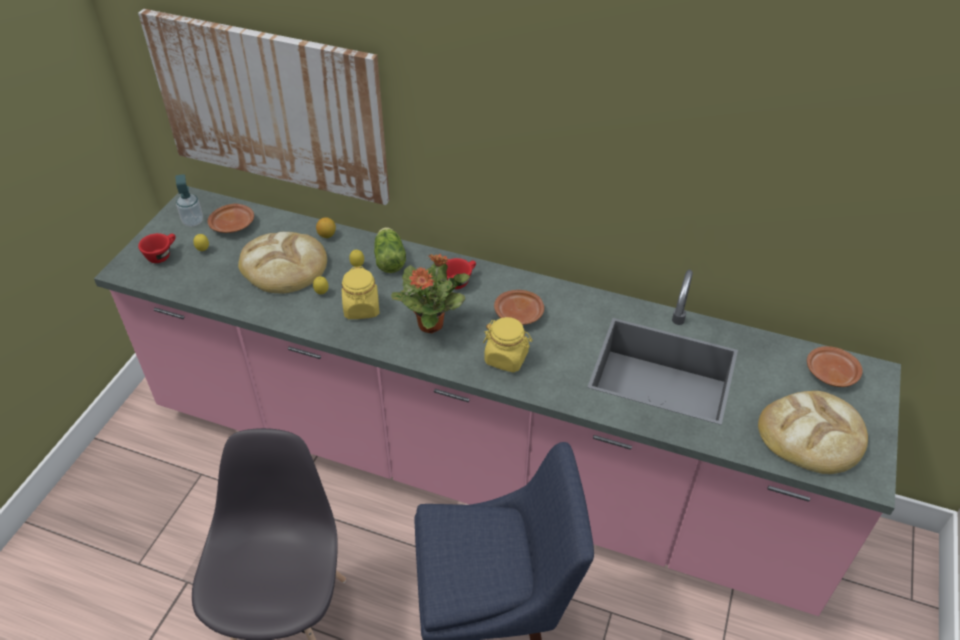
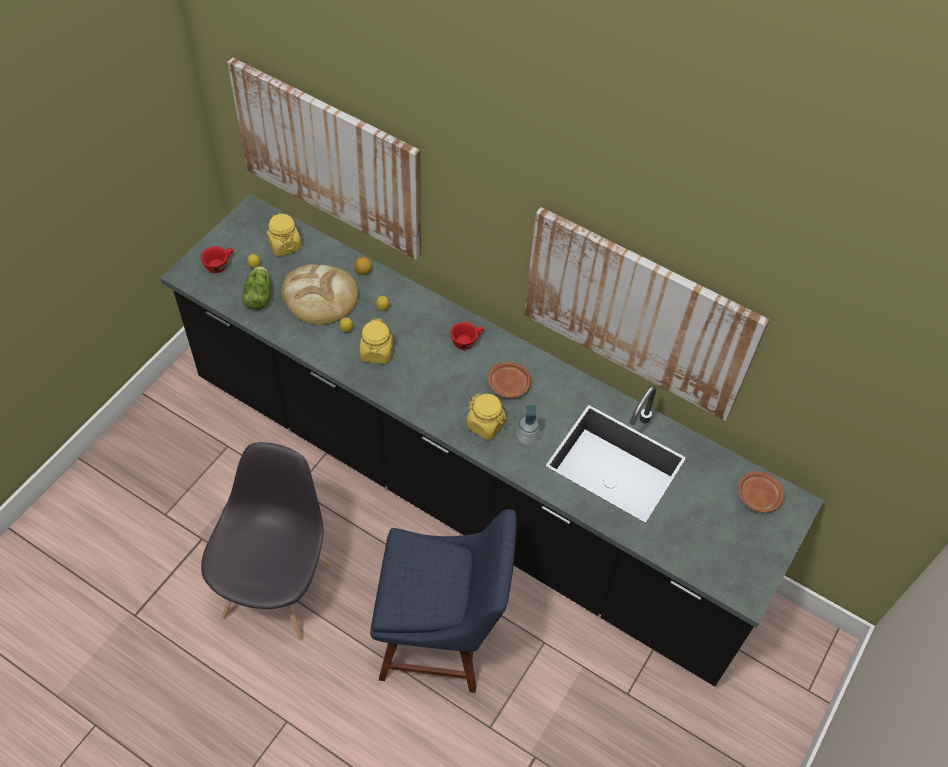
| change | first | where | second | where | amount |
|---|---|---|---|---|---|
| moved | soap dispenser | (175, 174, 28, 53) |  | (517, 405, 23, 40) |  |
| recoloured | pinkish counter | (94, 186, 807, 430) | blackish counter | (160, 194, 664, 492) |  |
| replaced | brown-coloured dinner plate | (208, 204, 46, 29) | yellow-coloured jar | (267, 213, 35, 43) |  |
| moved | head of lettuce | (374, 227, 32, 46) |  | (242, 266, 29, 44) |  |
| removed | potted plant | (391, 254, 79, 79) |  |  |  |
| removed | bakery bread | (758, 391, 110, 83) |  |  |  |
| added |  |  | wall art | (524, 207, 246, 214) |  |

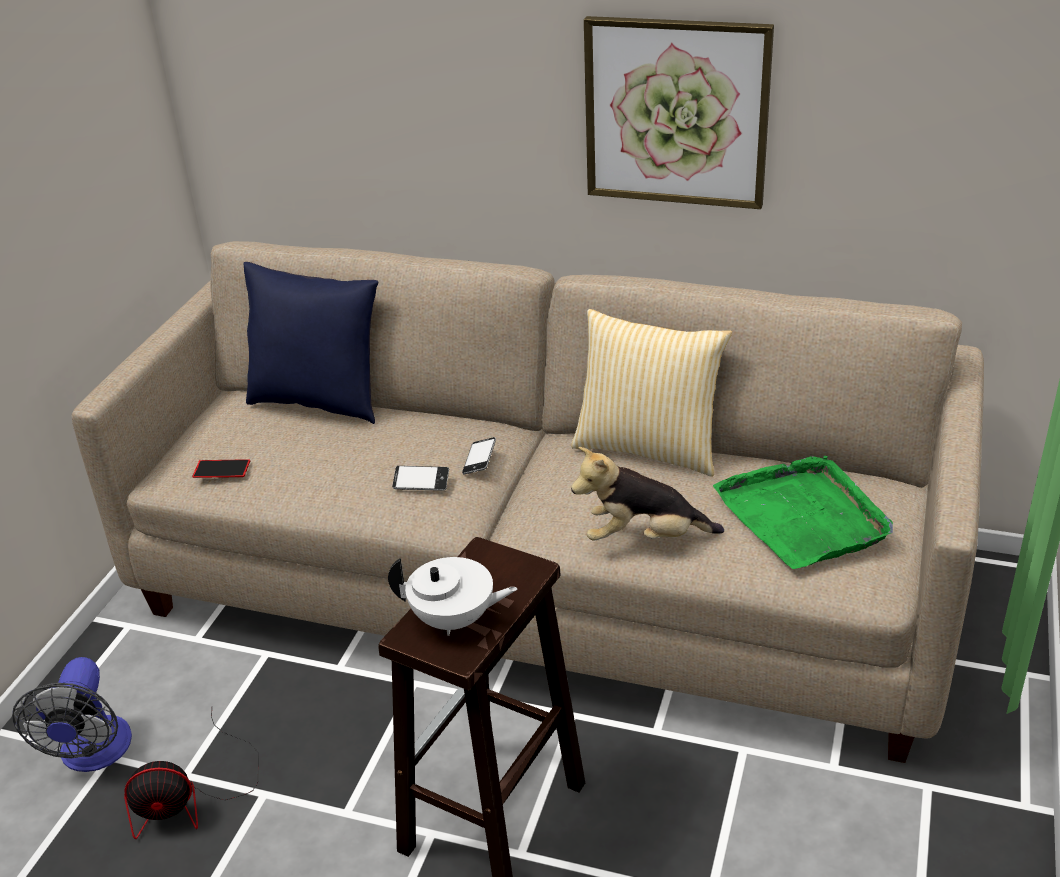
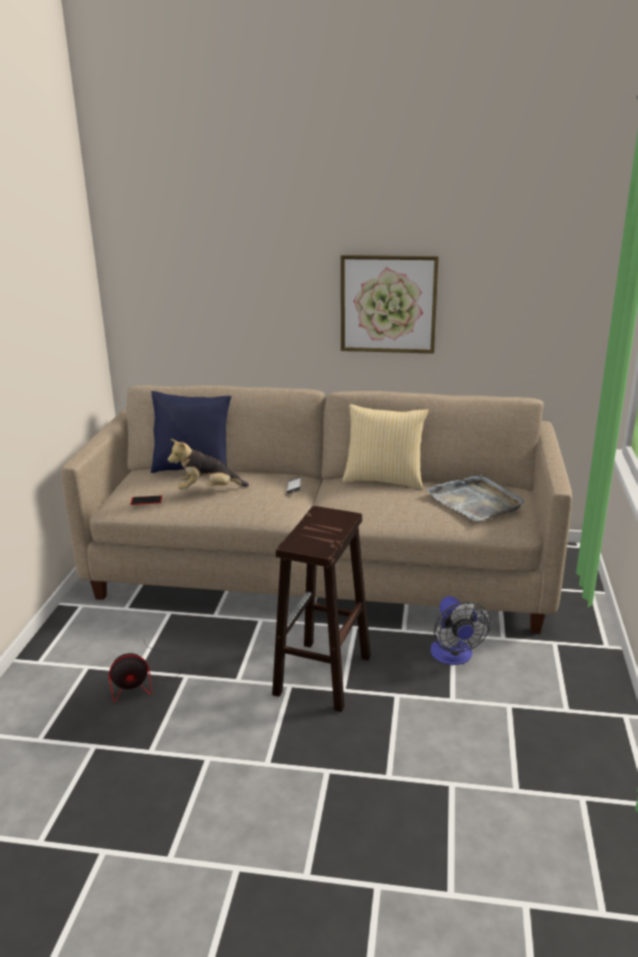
| change | first | where | second | where | amount |
|---|---|---|---|---|---|
| moved | soft toy | (571, 447, 153, 94) |  | (168, 439, 81, 50) |  |
| recoloured | green-coloured serving tray | (713, 456, 180, 113) | greyish serving tray | (426, 475, 98, 47) |  |
| removed | handset | (392, 466, 57, 25) |  |  |  |
| removed | white-coloured tea pot | (388, 557, 129, 79) |  |  |  |
| moved | fan | (12, 657, 120, 115) |  | (430, 596, 61, 69) |  |

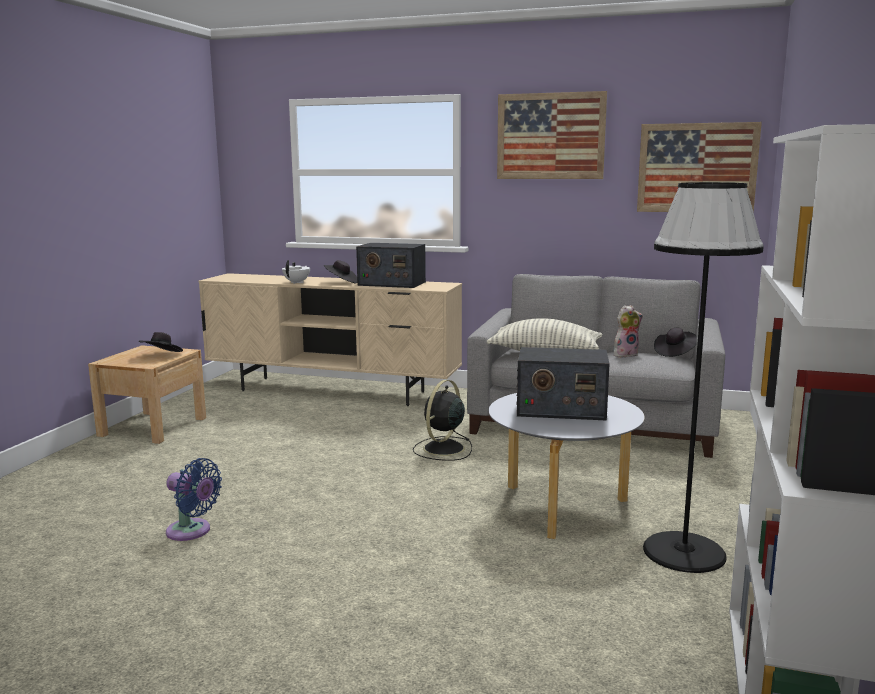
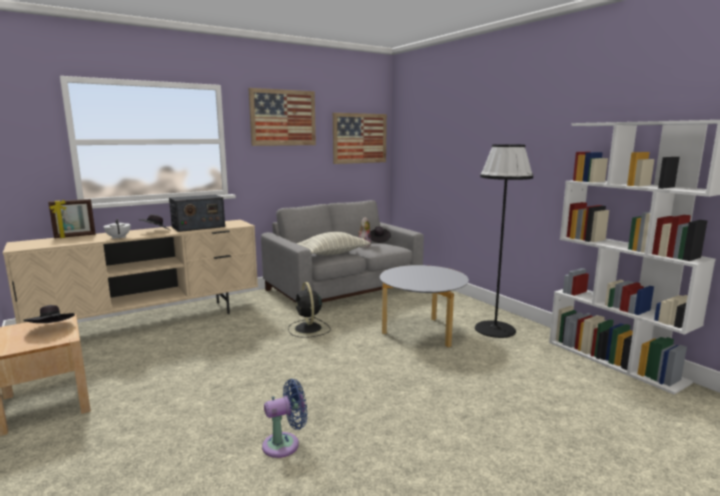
| change | first | where | second | where | amount |
|---|---|---|---|---|---|
| removed | radio set | (516, 347, 94, 74) |  |  |  |
| added |  |  | standing frame | (48, 199, 48, 39) |  |

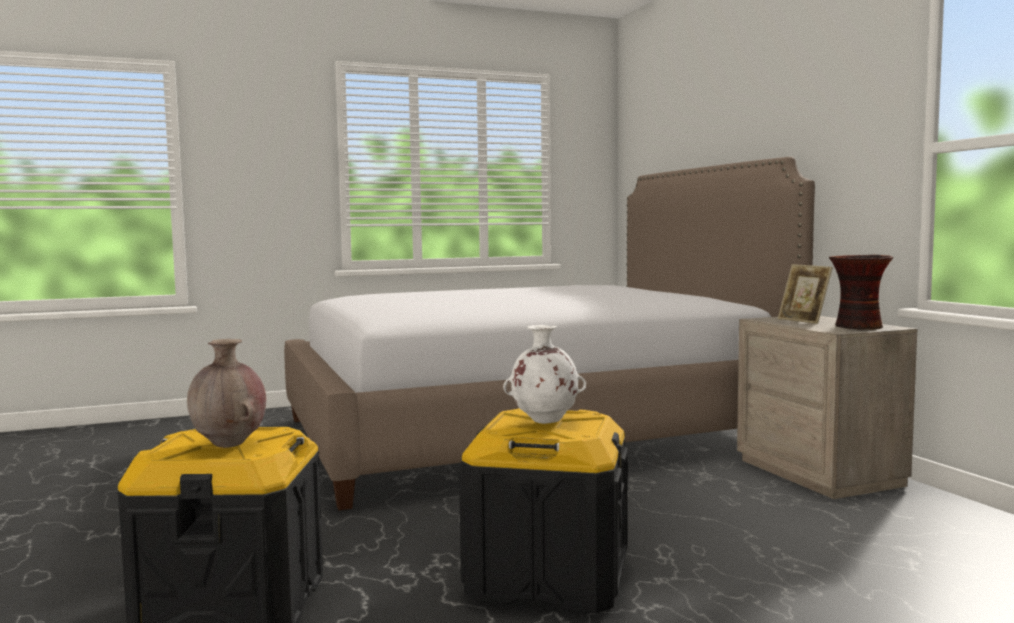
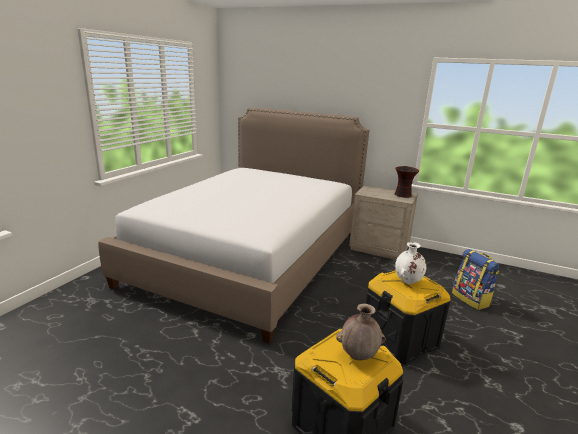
| change | first | where | second | where | amount |
|---|---|---|---|---|---|
| removed | standing frame | (778, 264, 55, 60) |  |  |  |
| added |  |  | knapsack | (452, 249, 47, 61) |  |

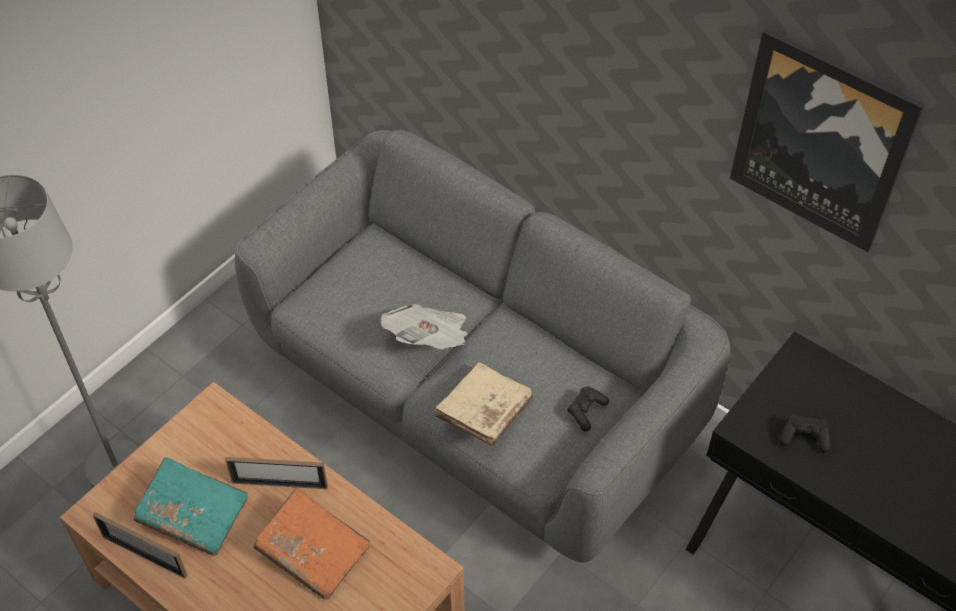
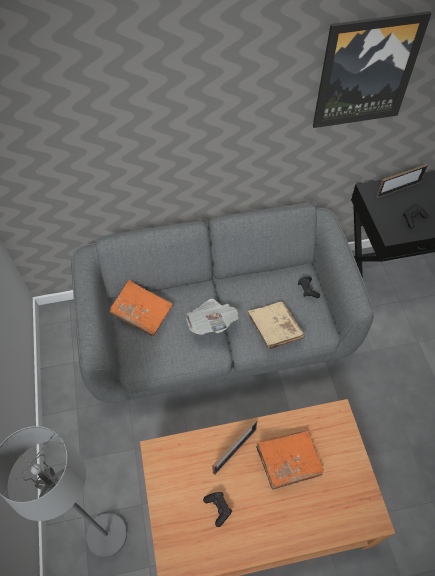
| change | first | where | second | where | amount |
|---|---|---|---|---|---|
| replaced | blue-green bound book | (134, 457, 114, 99) | blackish gamepad | (203, 492, 29, 35) |  |
| moved | standing frame | (93, 512, 94, 67) |  | (376, 164, 52, 34) |  |
| added |  |  | orange-coloured bound book | (110, 280, 63, 56) |  |

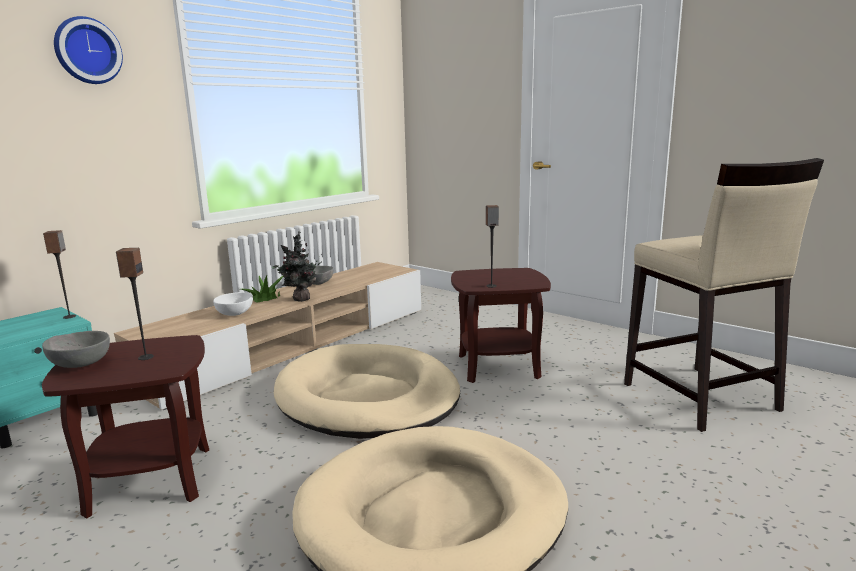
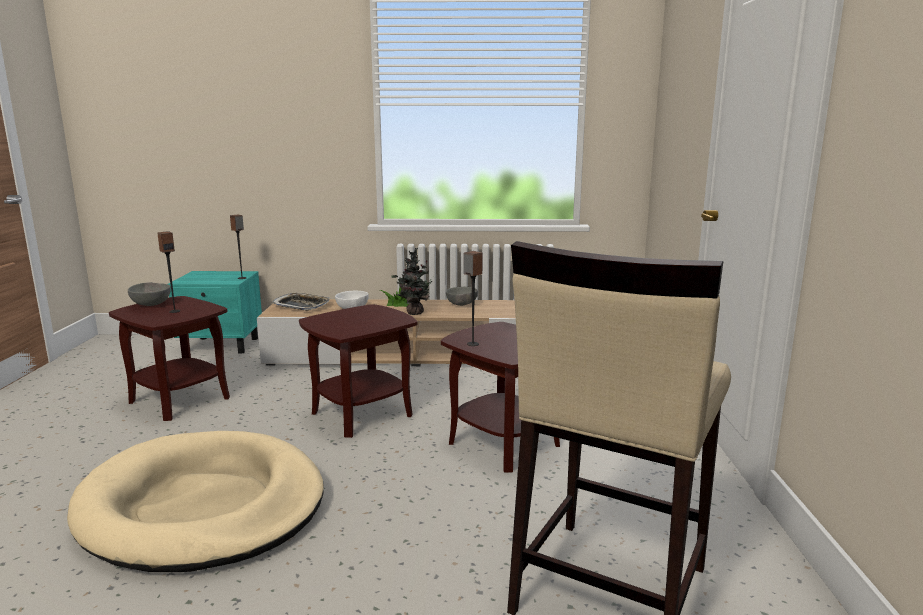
| change | first | where | second | where | amount |
|---|---|---|---|---|---|
| removed | hanging clock | (54, 16, 69, 68) |  |  |  |
| replaced | beige dog cushion | (274, 344, 186, 95) | brown-coloured accent table | (299, 304, 119, 134) |  |
| added |  |  | serving tray | (272, 293, 58, 18) |  |

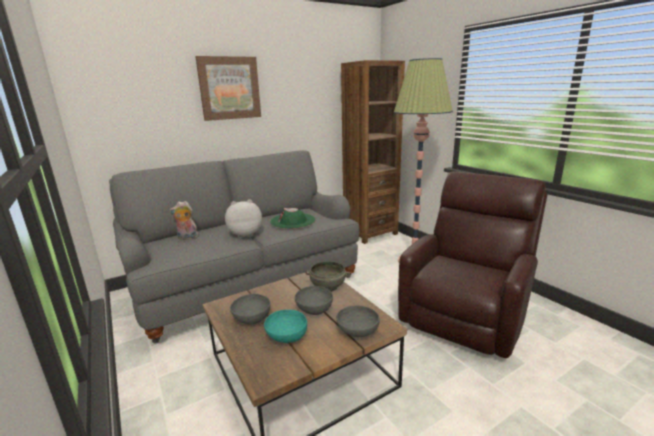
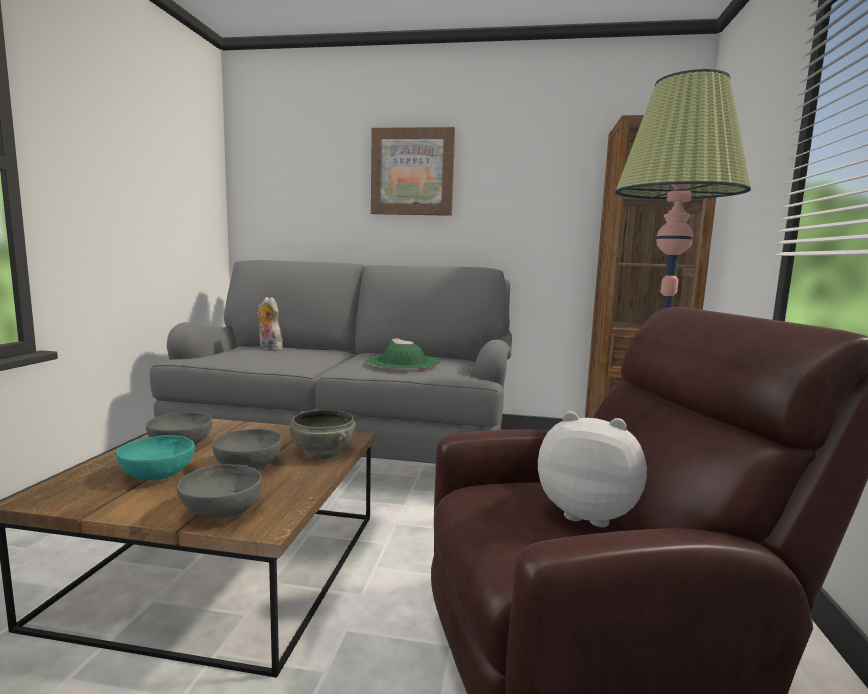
| change | first | where | second | where | amount |
|---|---|---|---|---|---|
| moved | soft toy | (225, 199, 37, 39) |  | (538, 411, 109, 116) |  |

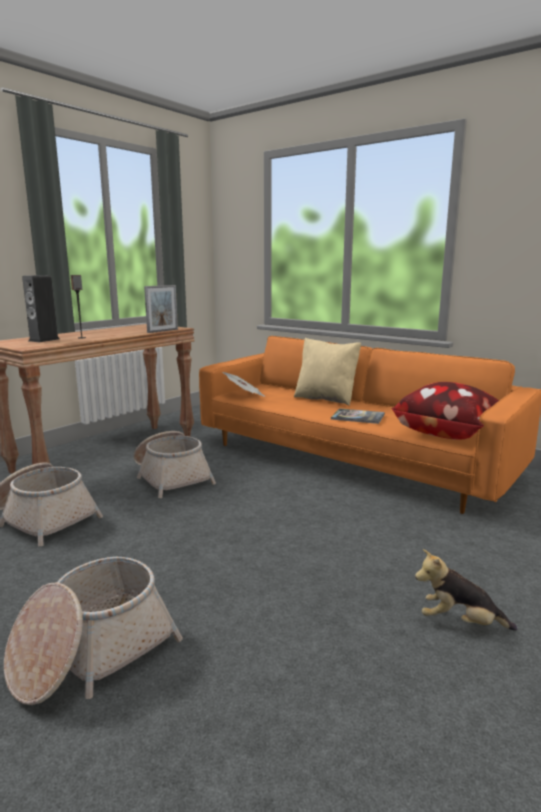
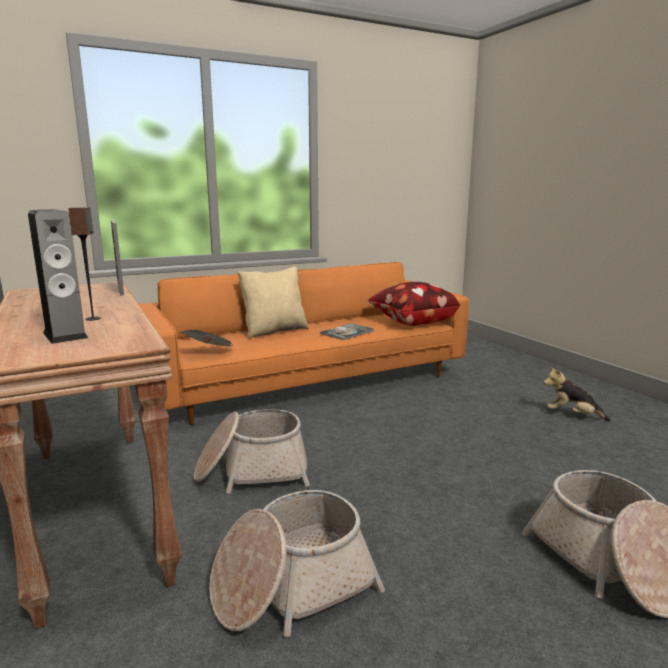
| change | first | where | second | where | amount |
|---|---|---|---|---|---|
| turned | soft toy | (415, 549, 102, 82) |  | (544, 367, 67, 54) | 75 degrees clockwise |

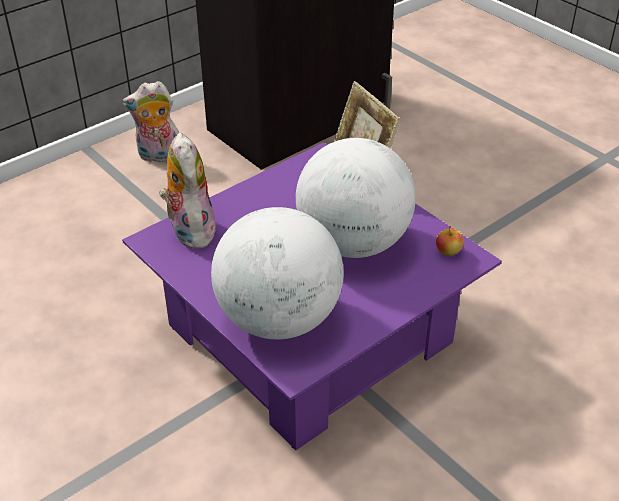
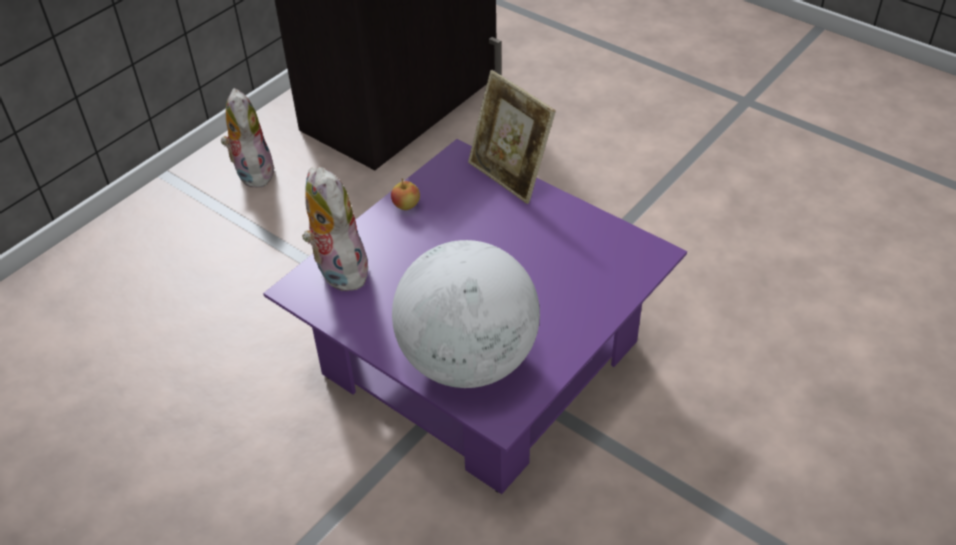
| change | first | where | second | where | amount |
|---|---|---|---|---|---|
| turned | soft toy | (122, 81, 57, 81) |  | (221, 88, 54, 100) | 90 degrees clockwise |
| removed | desk globe | (296, 138, 120, 120) |  |  |  |
| moved | apple fruit | (436, 226, 28, 30) |  | (391, 179, 29, 31) |  |

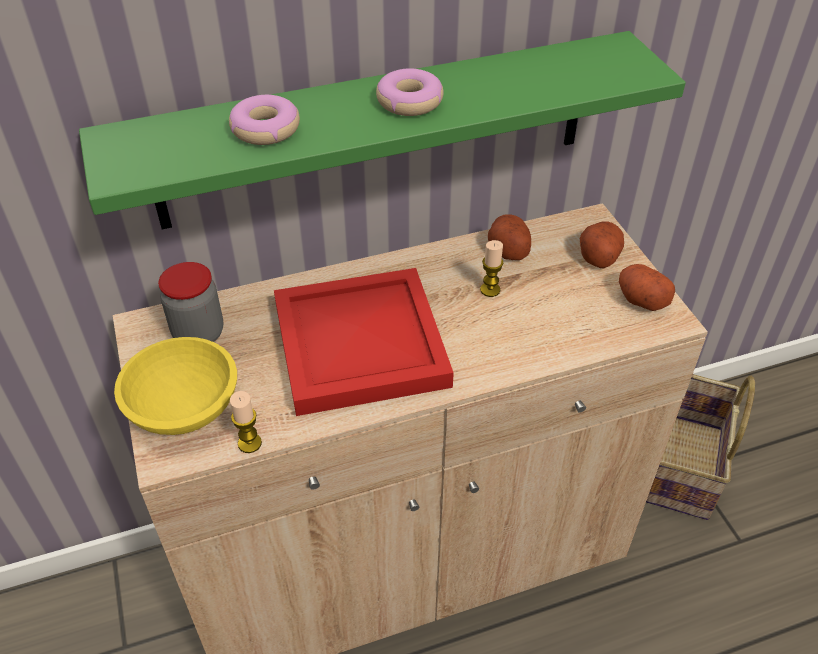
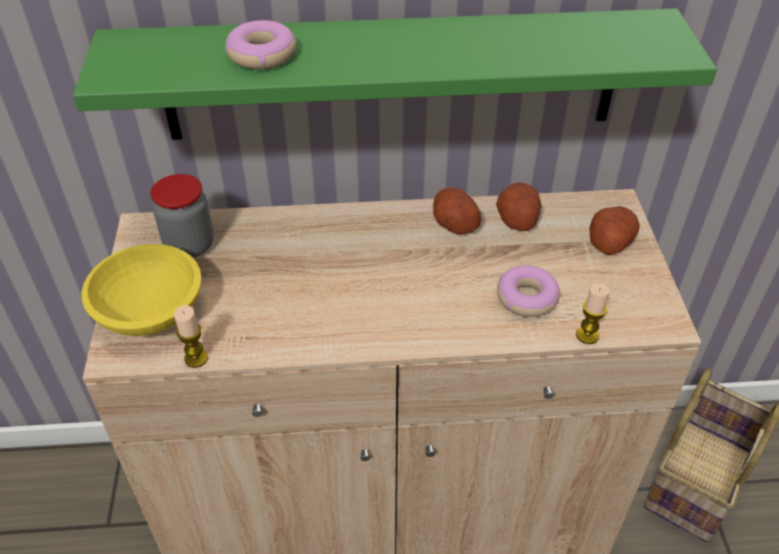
| change | first | where | second | where | amount |
|---|---|---|---|---|---|
| moved | ring doughnut | (376, 68, 68, 48) |  | (497, 265, 63, 52) |  |
| moved | wax candle | (480, 240, 24, 57) |  | (576, 284, 34, 60) |  |
| moved | potato | (619, 264, 56, 47) |  | (433, 187, 48, 47) |  |
| removed | reddish serving tray | (274, 268, 180, 148) |  |  |  |

